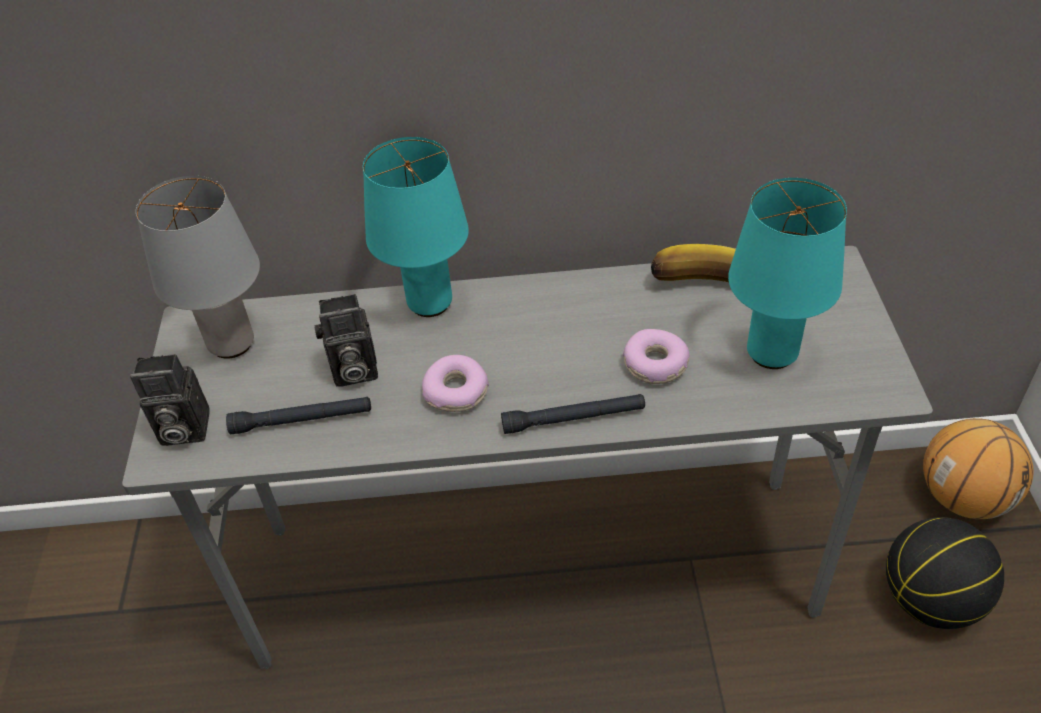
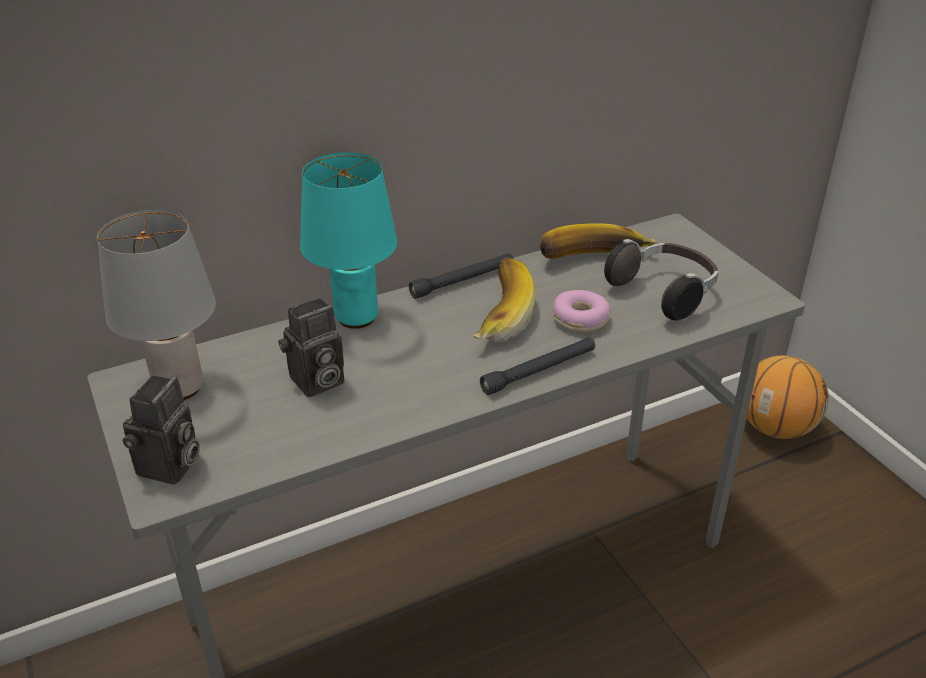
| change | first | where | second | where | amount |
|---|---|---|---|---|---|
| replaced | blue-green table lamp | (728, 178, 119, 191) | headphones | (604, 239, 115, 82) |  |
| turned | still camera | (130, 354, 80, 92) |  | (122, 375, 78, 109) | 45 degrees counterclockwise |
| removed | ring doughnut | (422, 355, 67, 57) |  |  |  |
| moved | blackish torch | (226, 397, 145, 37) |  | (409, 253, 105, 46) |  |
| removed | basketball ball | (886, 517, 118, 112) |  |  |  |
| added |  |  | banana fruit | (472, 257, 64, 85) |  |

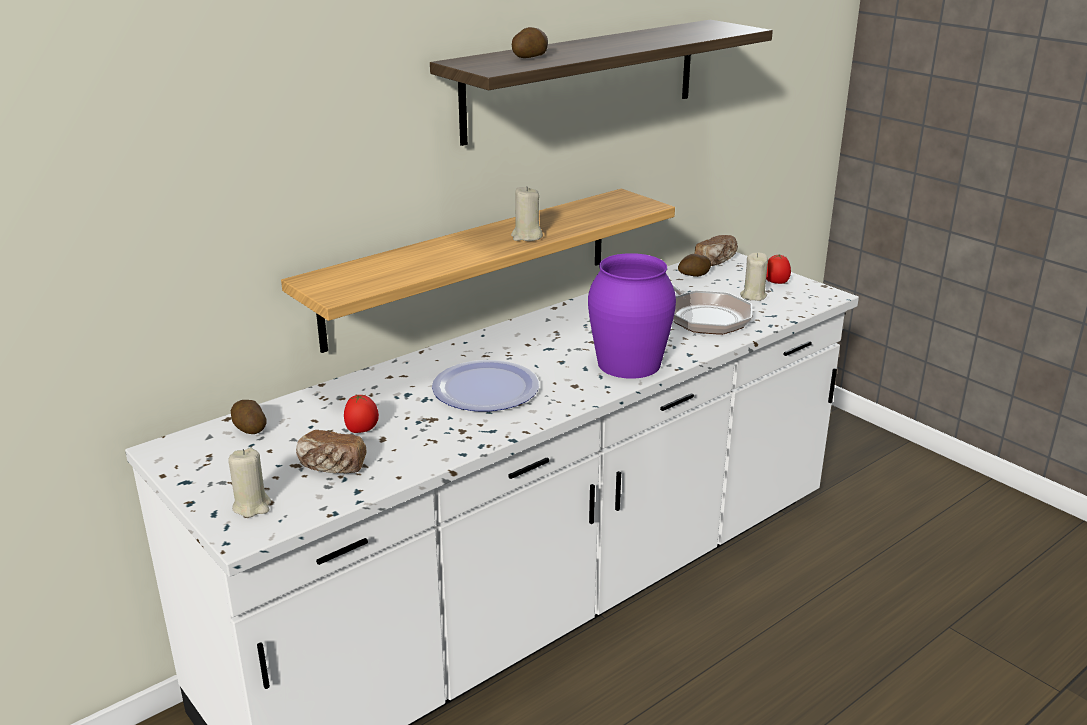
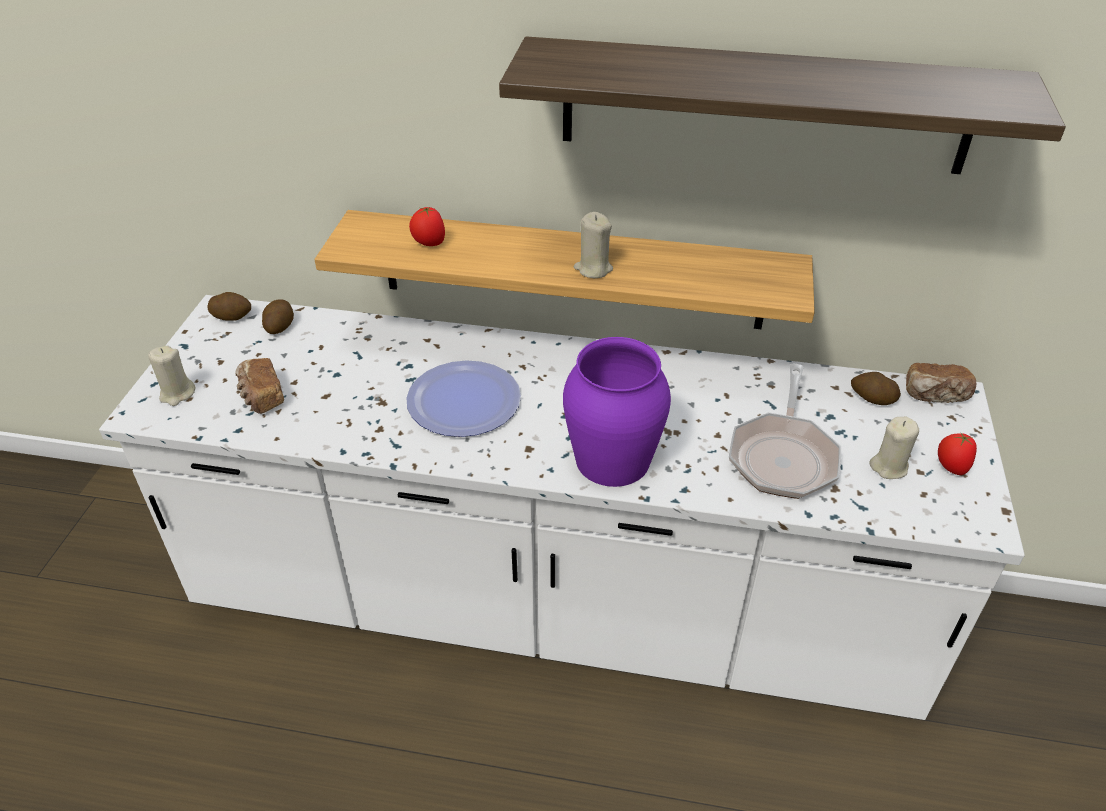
| change | first | where | second | where | amount |
|---|---|---|---|---|---|
| moved | potato | (512, 27, 36, 31) |  | (207, 292, 44, 29) |  |
| moved | fresh tomato | (344, 394, 35, 39) |  | (409, 207, 36, 39) |  |

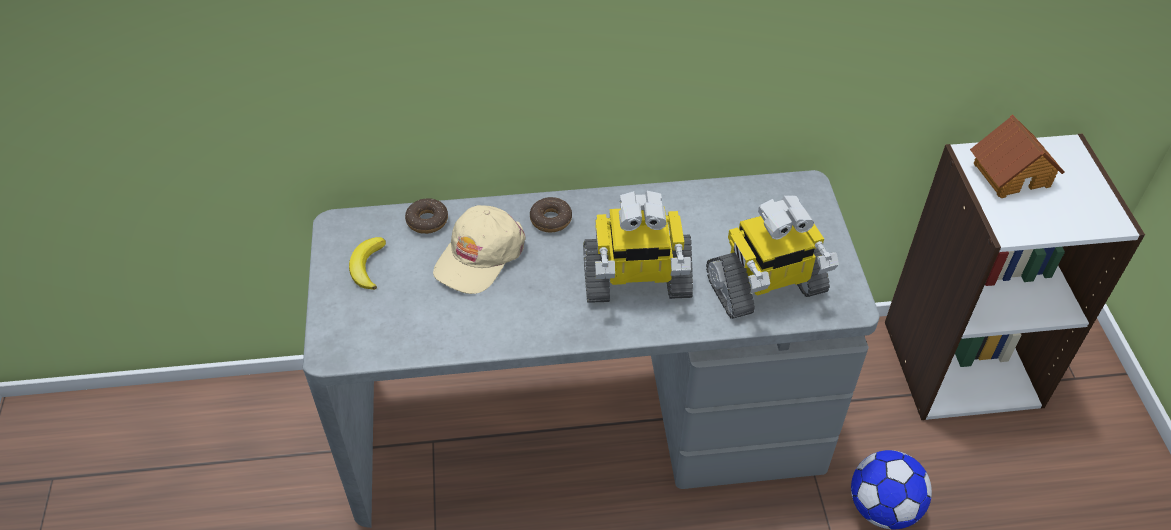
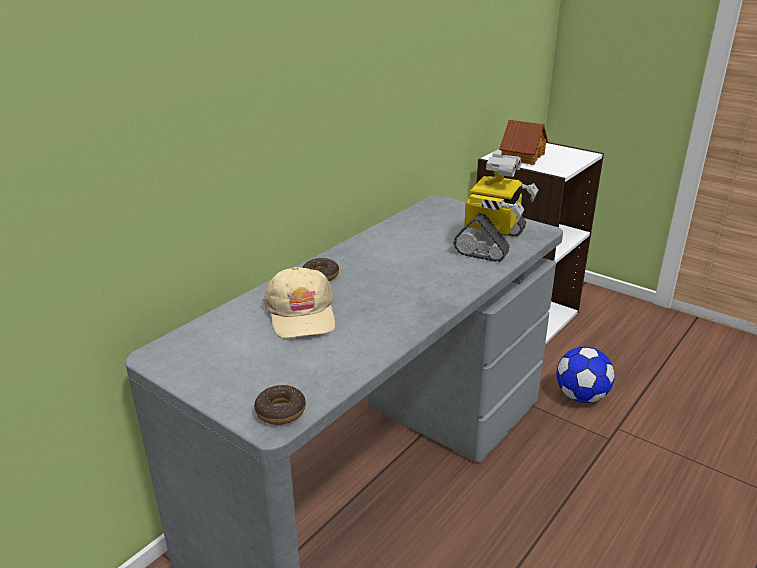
| change | first | where | second | where | amount |
|---|---|---|---|---|---|
| removed | model robot | (583, 191, 110, 112) |  |  |  |
| moved | ring doughnut | (405, 198, 43, 36) |  | (254, 385, 52, 40) |  |
| removed | banana fruit | (349, 237, 37, 53) |  |  |  |

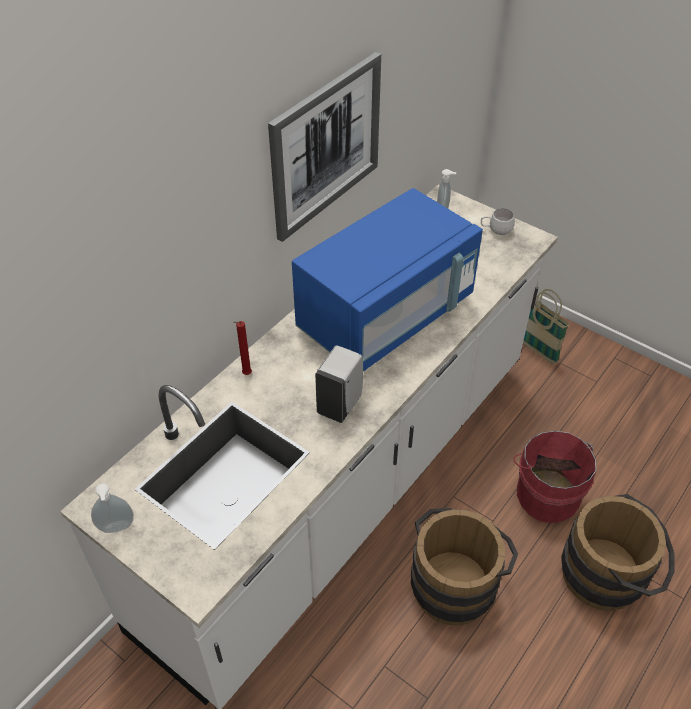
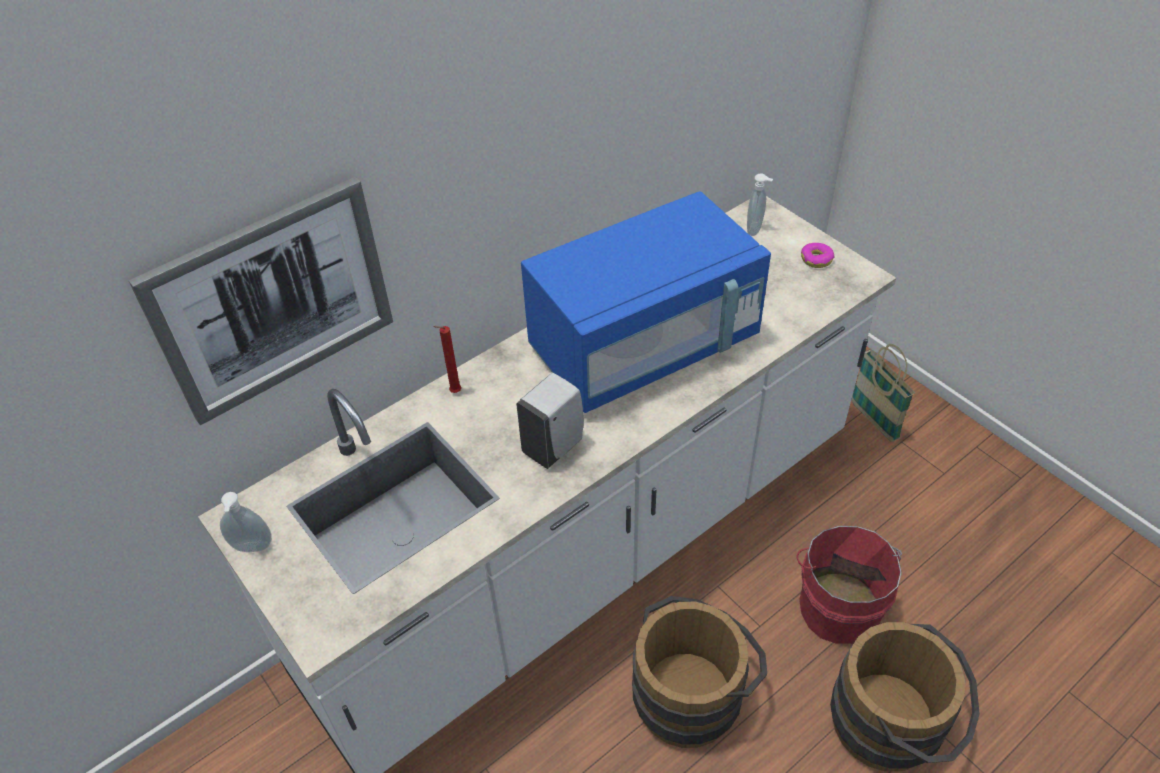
| change | first | where | second | where | amount |
|---|---|---|---|---|---|
| moved | wall art | (268, 52, 113, 190) |  | (129, 177, 264, 248) |  |
| replaced | white-coloured coffee mug | (481, 208, 34, 27) | ring doughnut | (801, 243, 33, 25) |  |

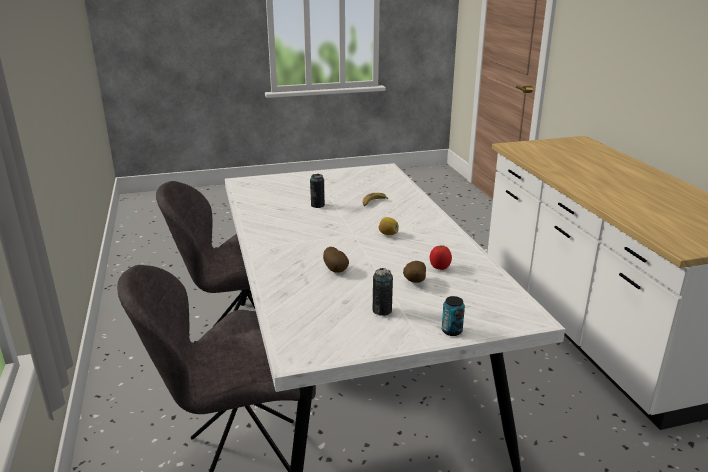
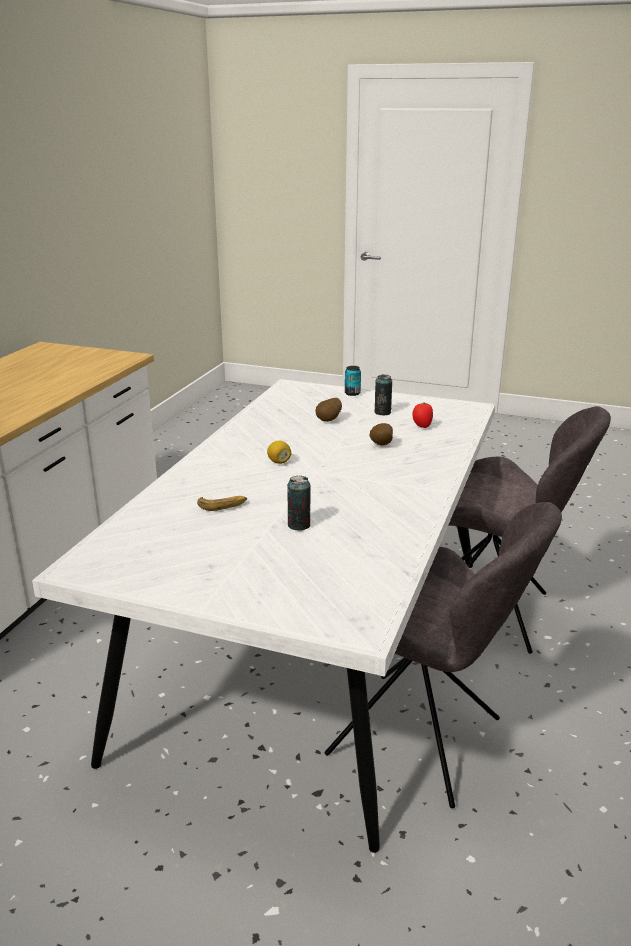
| change | first | where | second | where | amount |
|---|---|---|---|---|---|
| moved | fresh tomato | (430, 245, 22, 25) |  | (412, 403, 21, 25) |  |

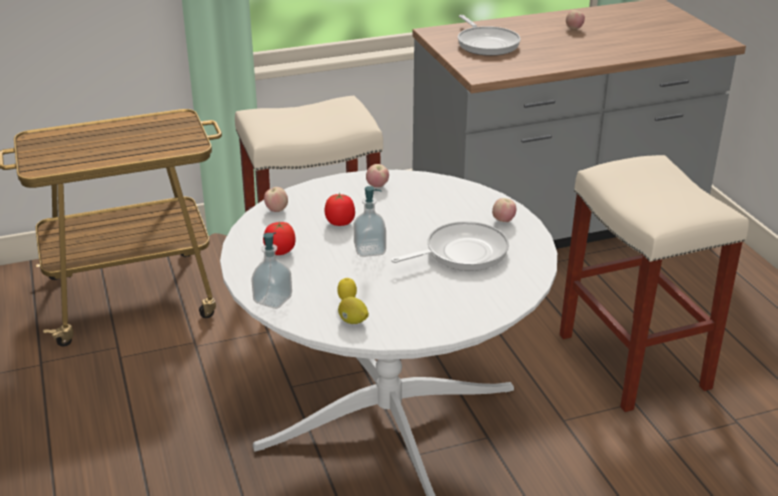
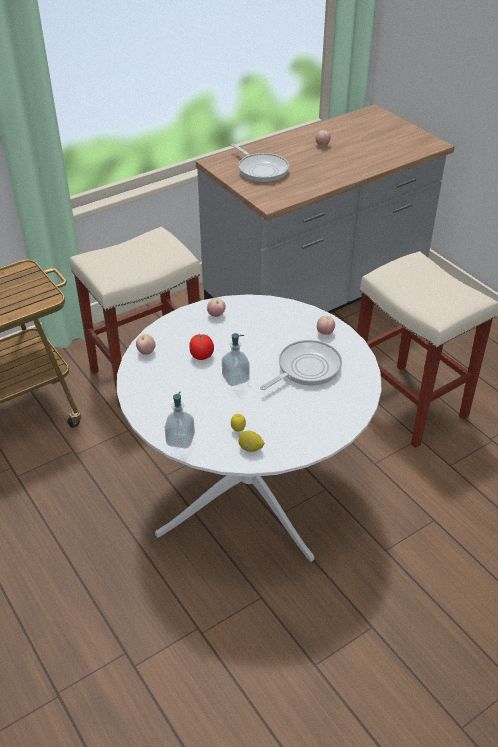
| change | first | where | second | where | amount |
|---|---|---|---|---|---|
| removed | fresh tomato | (263, 222, 32, 33) |  |  |  |

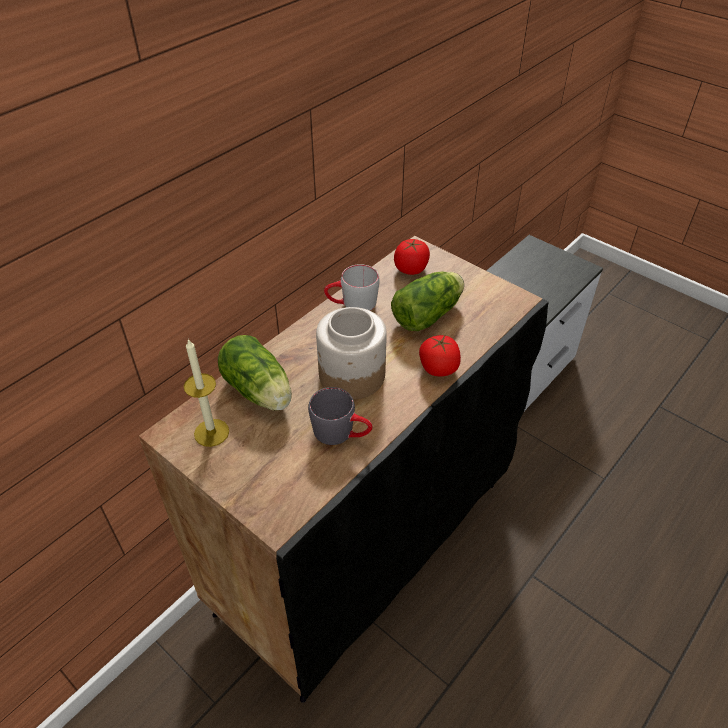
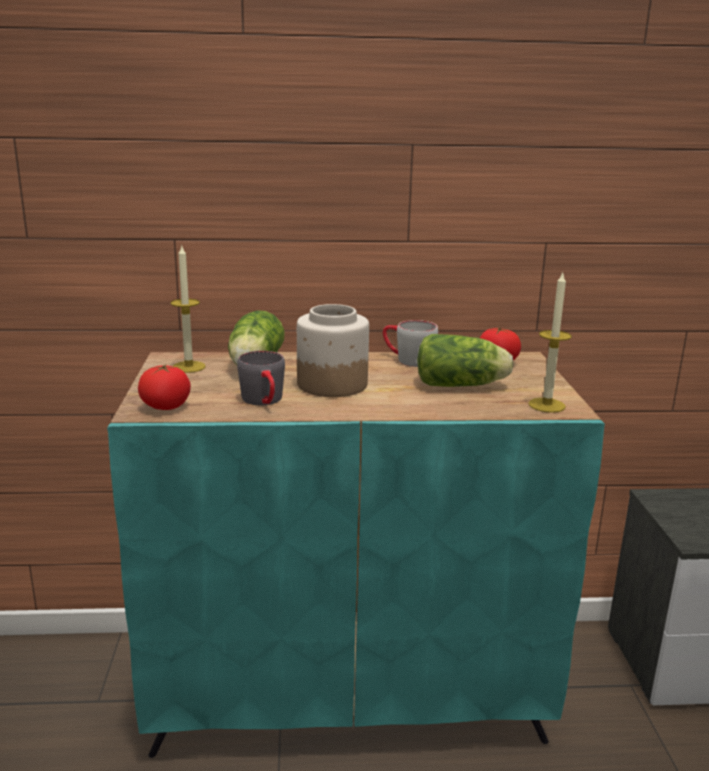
| change | first | where | second | where | amount |
|---|---|---|---|---|---|
| recoloured | blackish cupboard | (139, 236, 410, 467) | blue-green cupboard | (107, 352, 498, 406) |  |
| moved | fresh tomato | (419, 335, 42, 41) |  | (138, 365, 53, 45) |  |
| added |  |  | wax candle | (528, 273, 44, 140) |  |

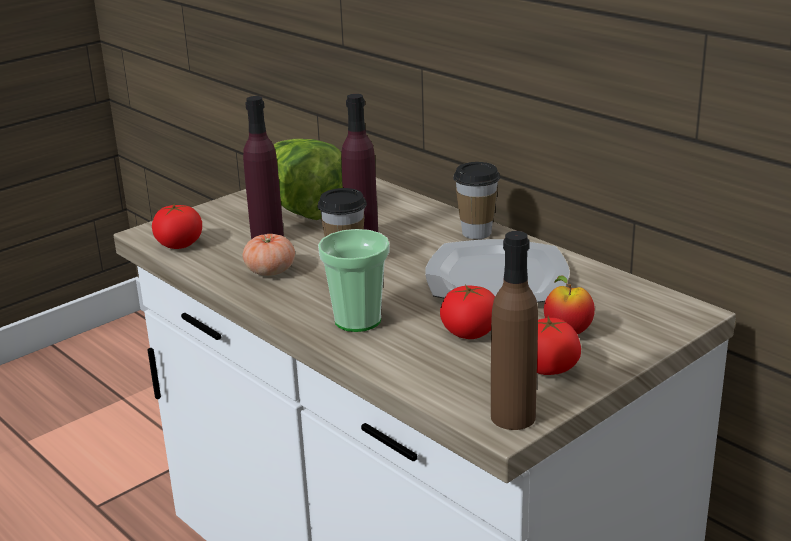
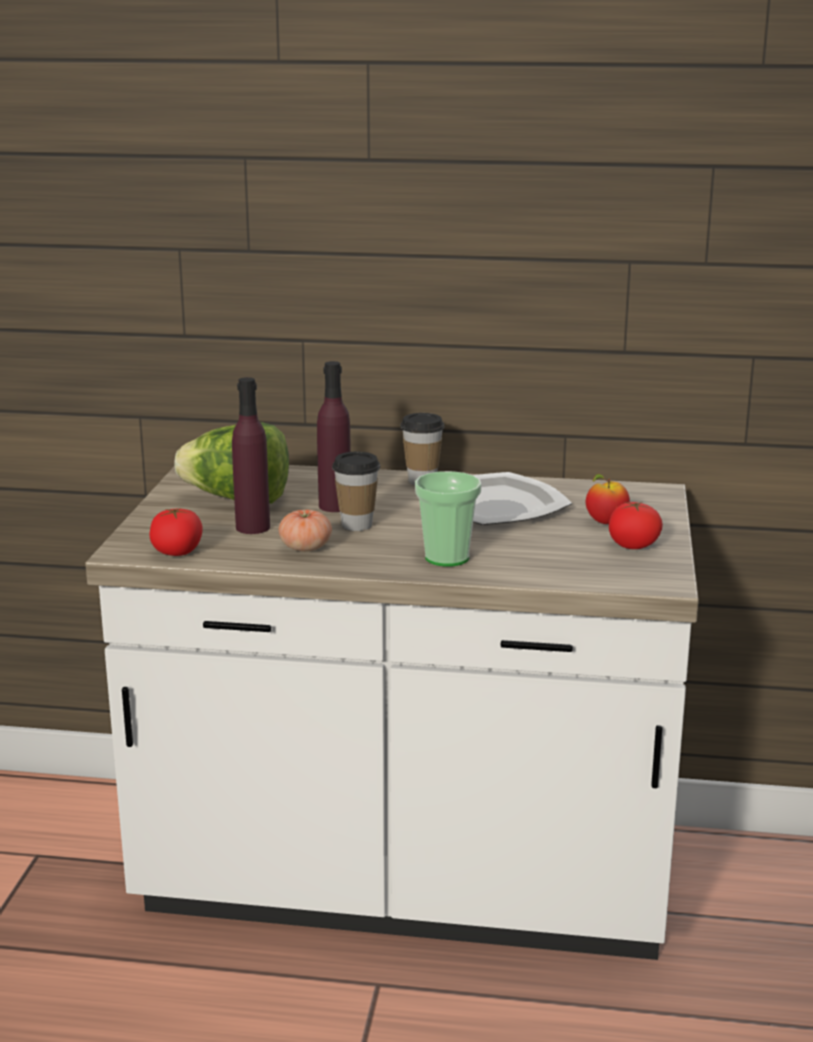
| change | first | where | second | where | amount |
|---|---|---|---|---|---|
| removed | brown-coloured drink bottle | (491, 231, 47, 199) |  |  |  |
| removed | fresh tomato | (440, 284, 55, 55) |  |  |  |

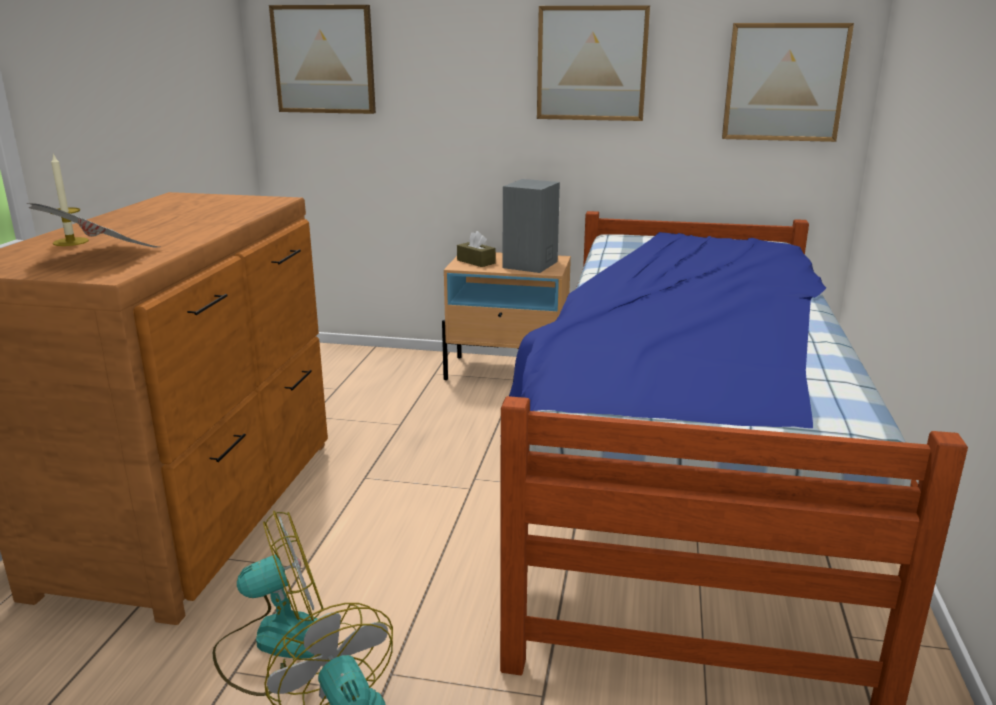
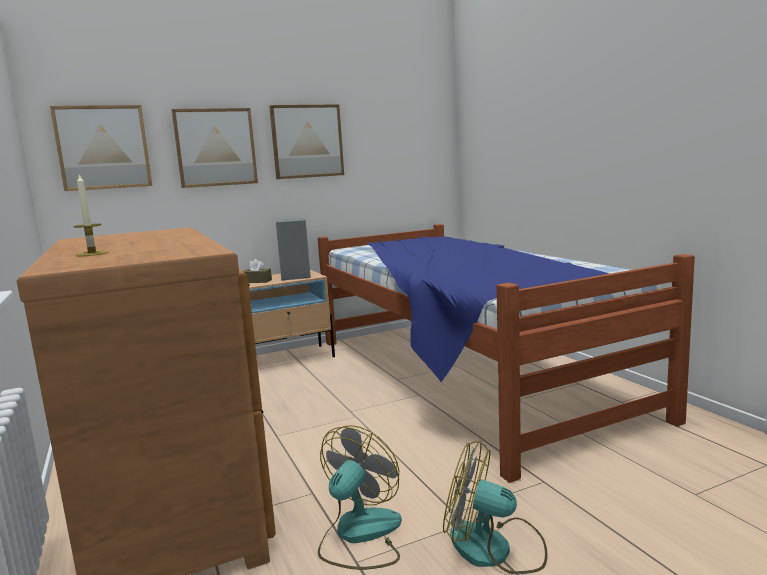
| change | first | where | second | where | amount |
|---|---|---|---|---|---|
| moved | wall art | (722, 23, 132, 119) |  | (172, 108, 86, 80) |  |
| removed | printed paper | (26, 203, 134, 44) |  |  |  |

